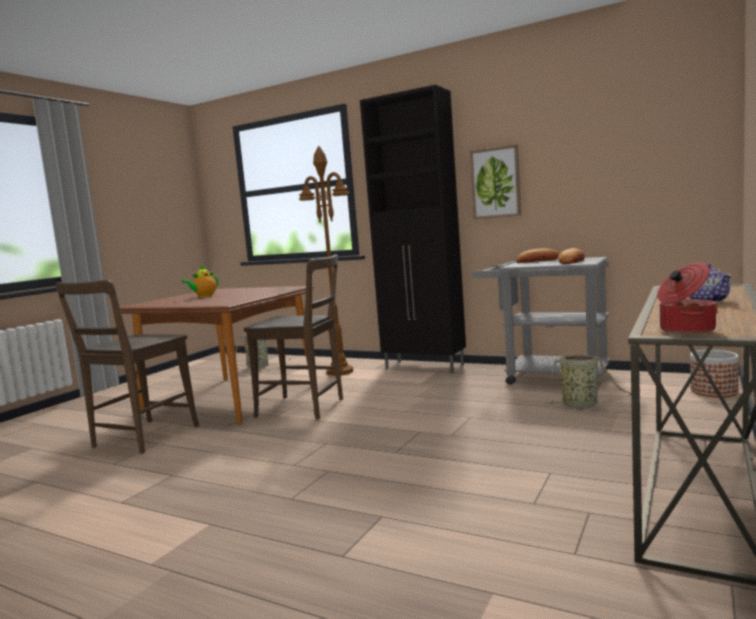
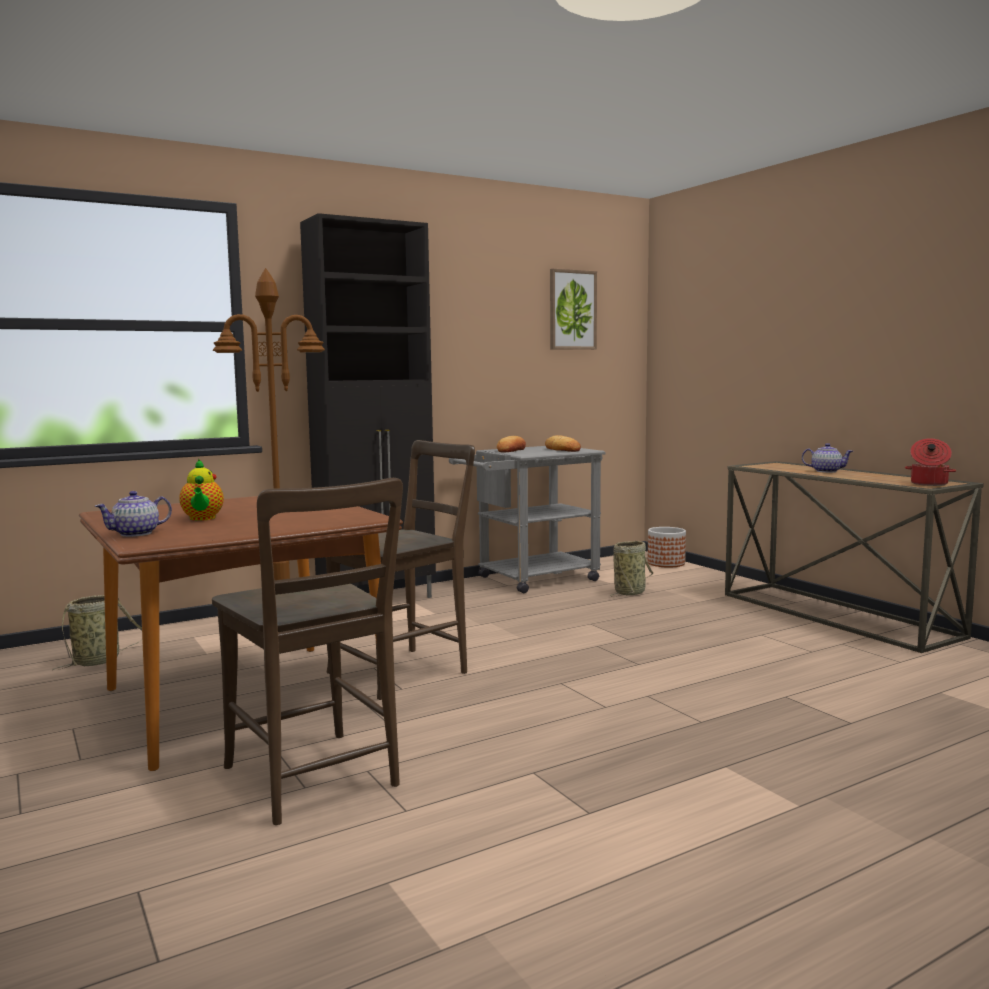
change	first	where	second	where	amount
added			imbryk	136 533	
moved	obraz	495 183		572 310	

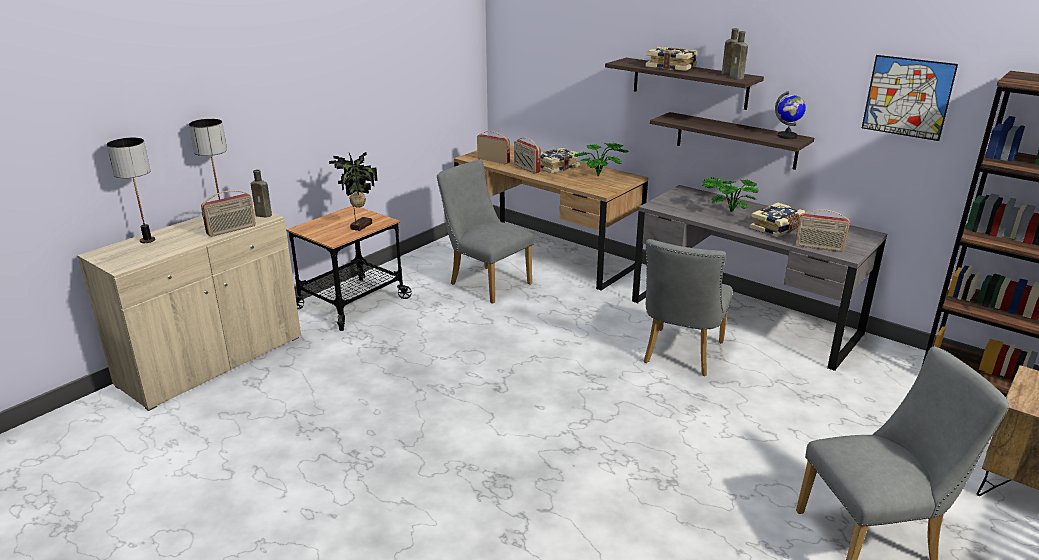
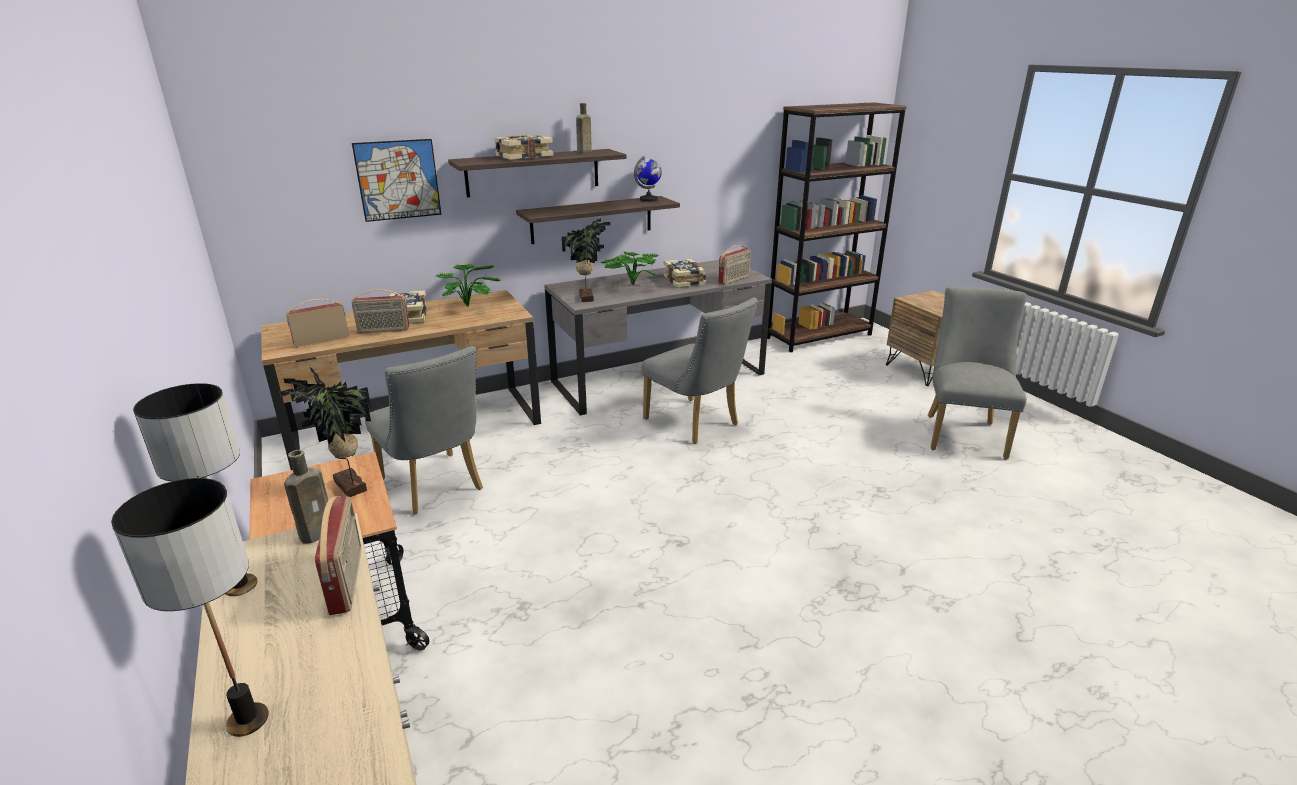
change	first	where	second	where	amount
removed	butelka/brązowy	737 78			
added			roślina doniczkowa	588 297	
moved	obraz	907 97		398 180	
turned	krzesło/szary	485 282		435 487	105 degrees counterclockwise

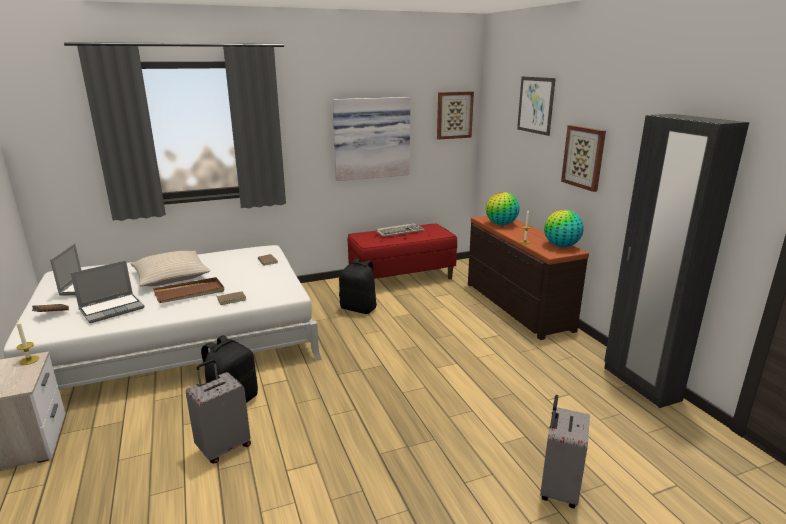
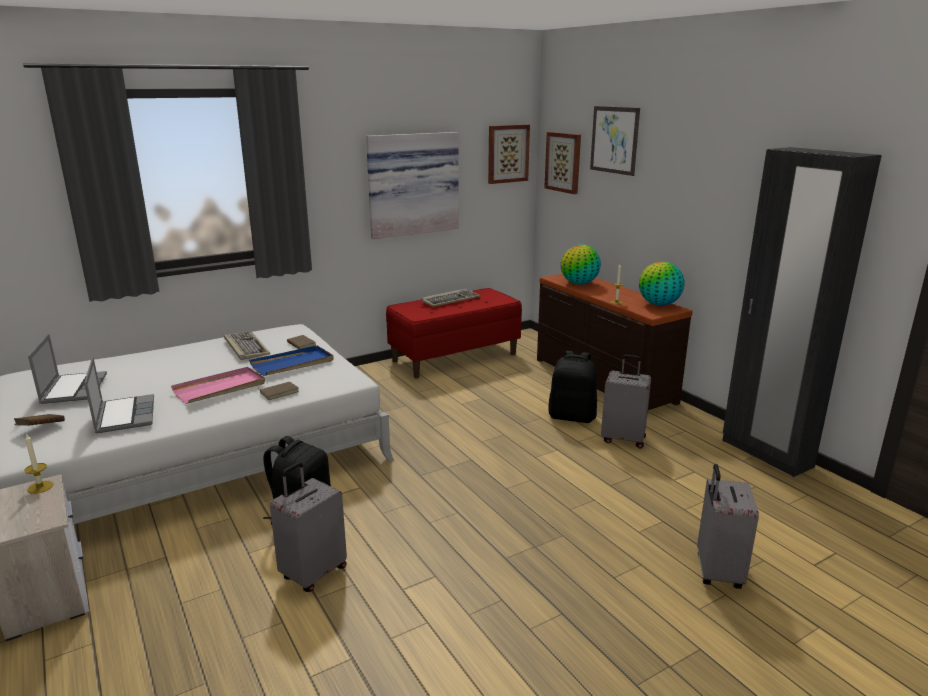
change	first	where	second	where	amount
removed	poduszka/beżowy	171 277			
added			klawiatura	245 347	
added			taca/niebieski	293 364	
added			walizka/szary	623 439	
moved	plecak/czarny	359 308		572 416	
moved	obraz	584 157		563 162	
recoloured	taca/brązowy	190 293	taca/różowy	220 388	
turned	laptop	112 309		124 415	60 degrees counterclockwise

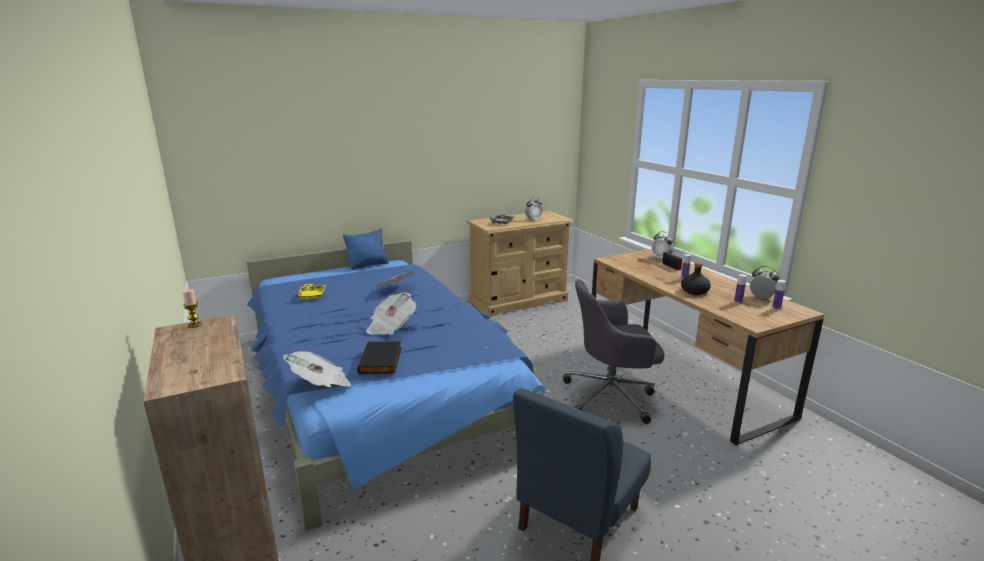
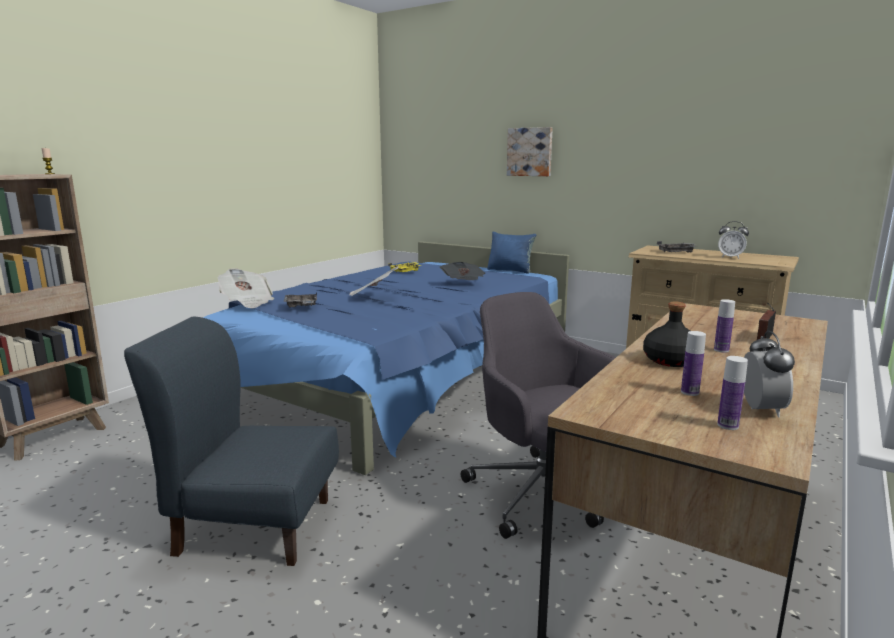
change	first	where	second	where	amount
removed	budzik	661 258			
added			obraz	530 152	
replaced	książka/czarny	382 360	taca/szary	301 306	

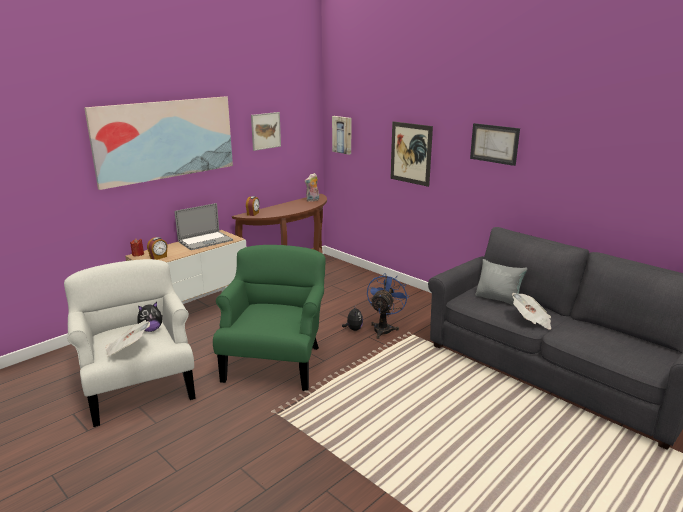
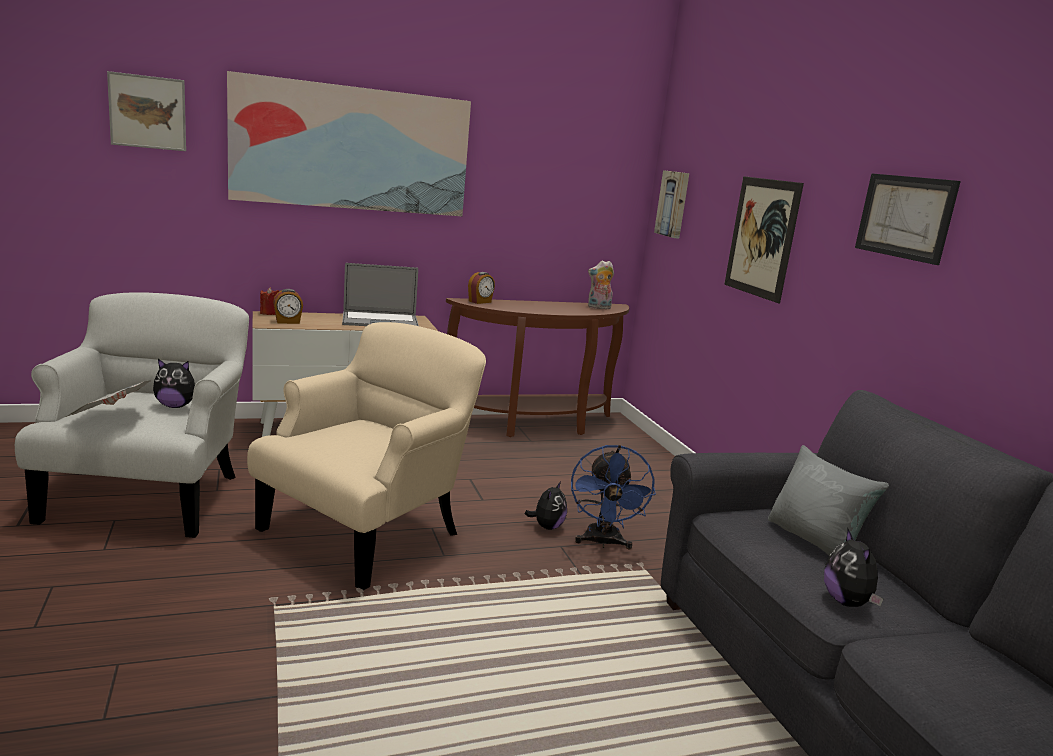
change	first	where	second	where	amount
moved	obraz	265 131		148 112	
replaced	gazeta	531 321	pluszak	847 602	
recoloured	fotel/zielony	275 362	fotel/beżowy	367 531	
turned	wentylator/niebieski	384 328		603 543	135 degrees clockwise

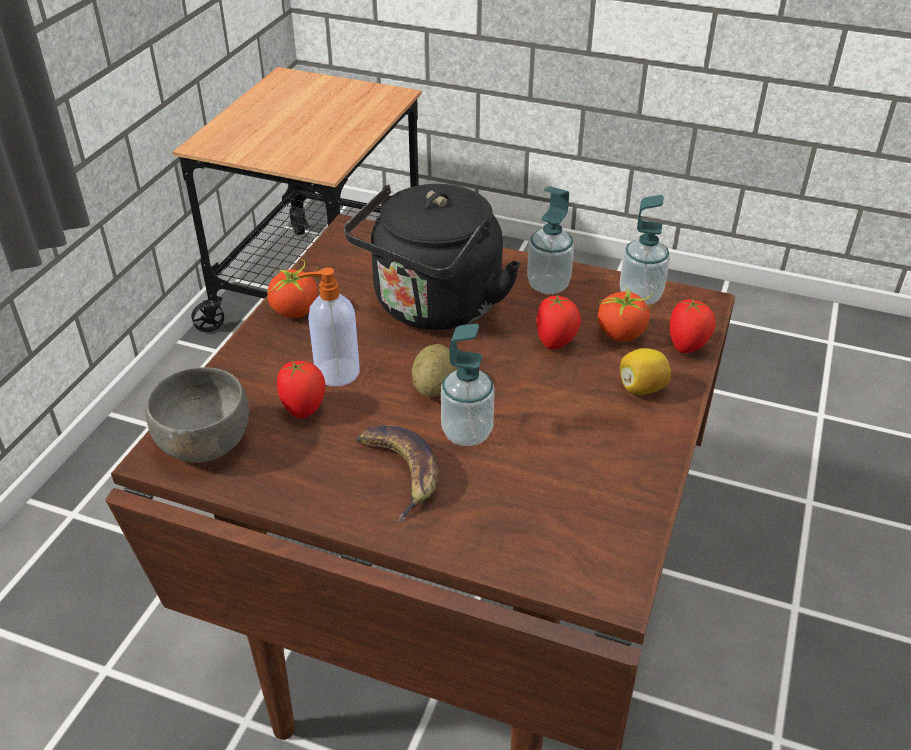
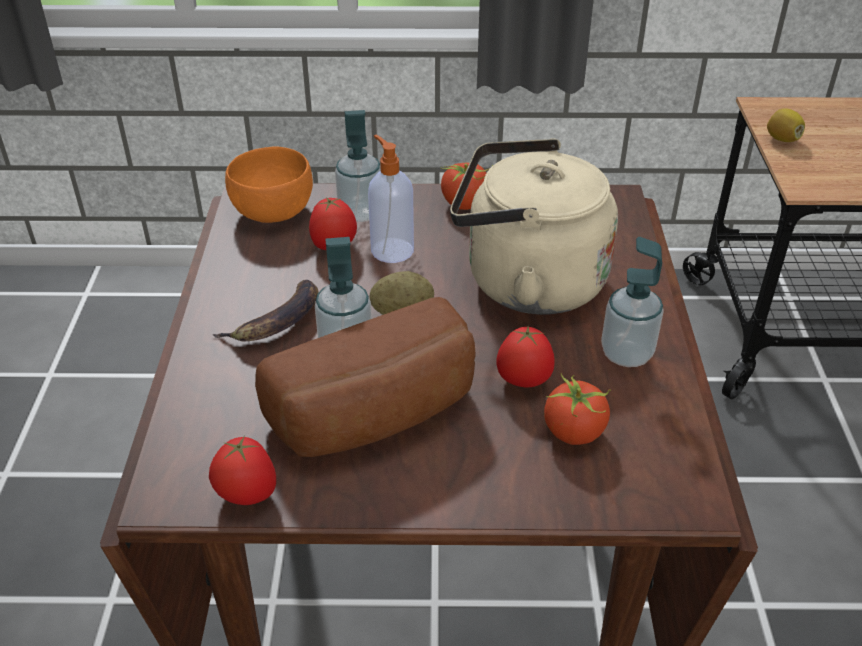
change	first	where	second	where	amount
added			chleb	379 417	
moved	dozownik mydła	640 296		360 213	
moved	cytryna	642 388		782 139	
moved	pomidor	687 346		247 496	
recoloured	miska/szary	204 443	miska/pomarańczowy	272 211	
recoloured	czajnik/czarny	433 308	czajnik/beżowy	526 282	

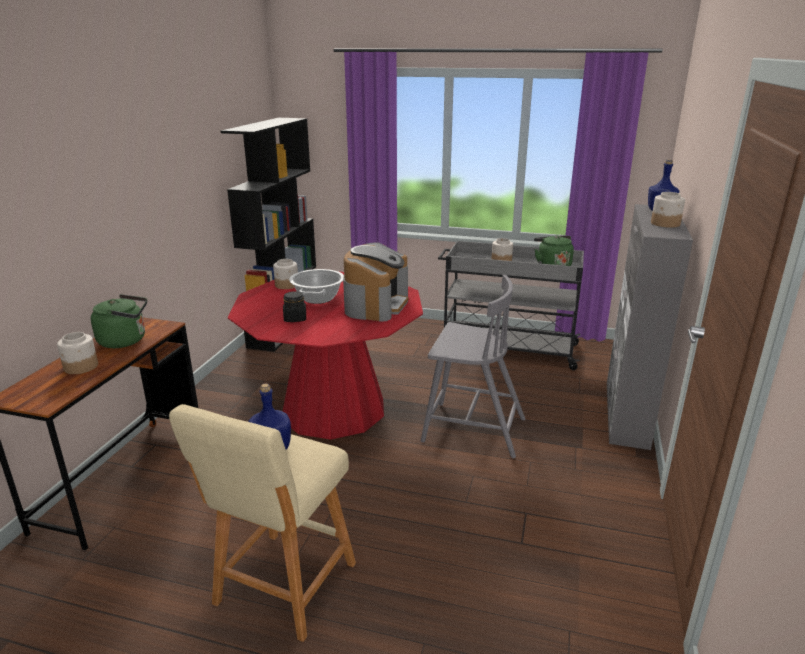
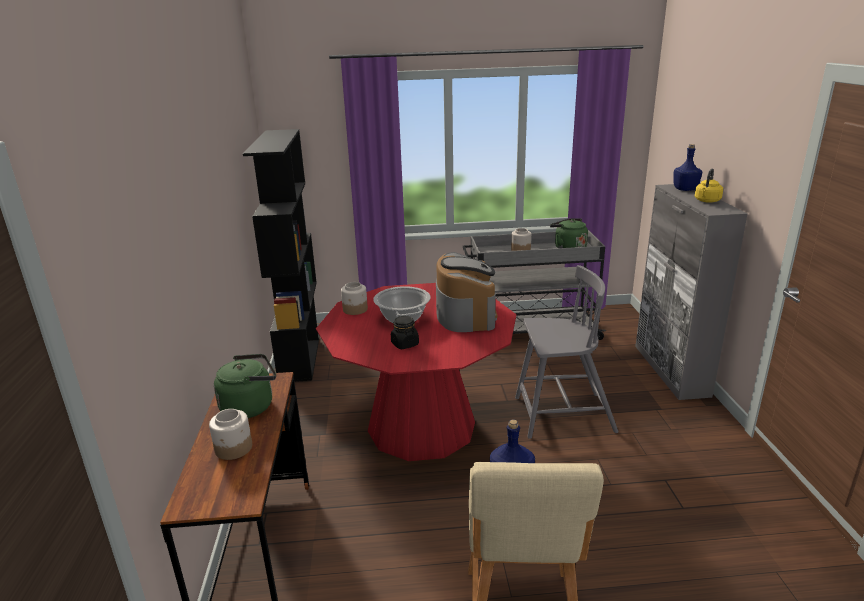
change	first	where	second	where	amount
replaced	słoik	665 224	czajnik/żółty	707 201	

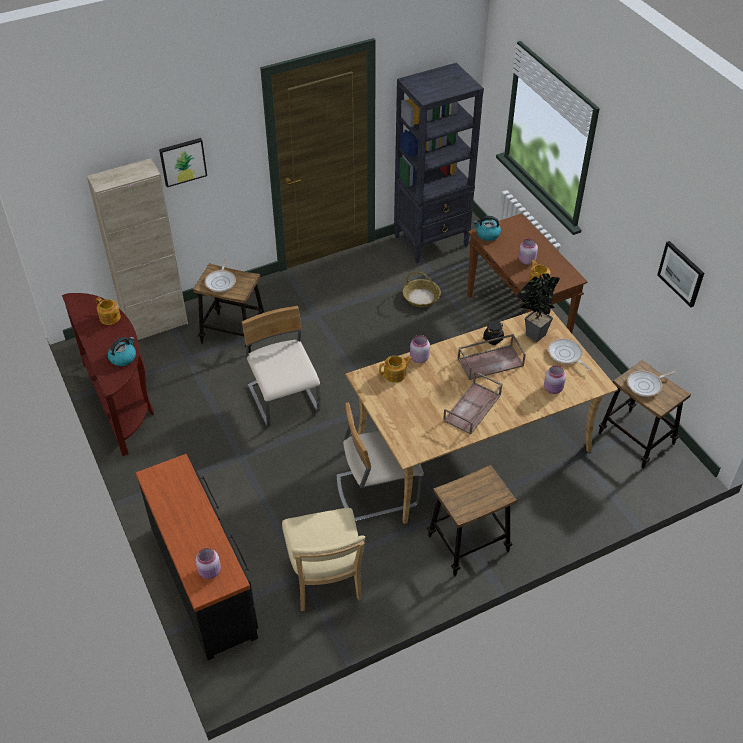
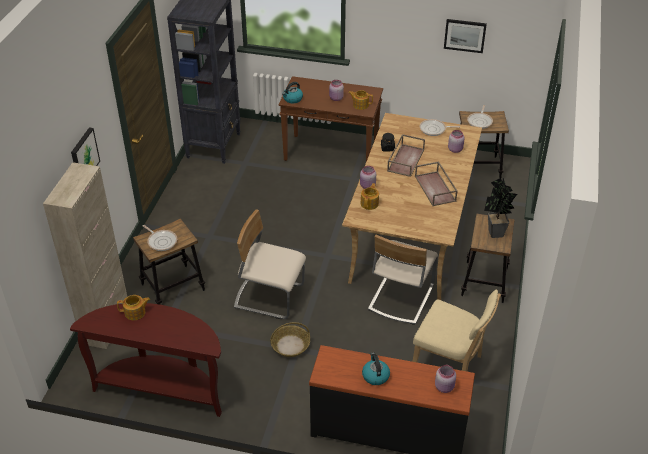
change	first	where	second	where	amount
moved	czajnik	123 358		375 376	
moved	koszyk	421 297		290 345	
moved	roślina doniczkowa	532 335		495 235	

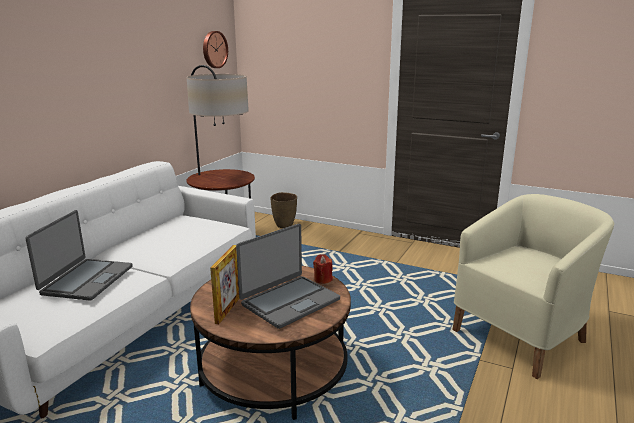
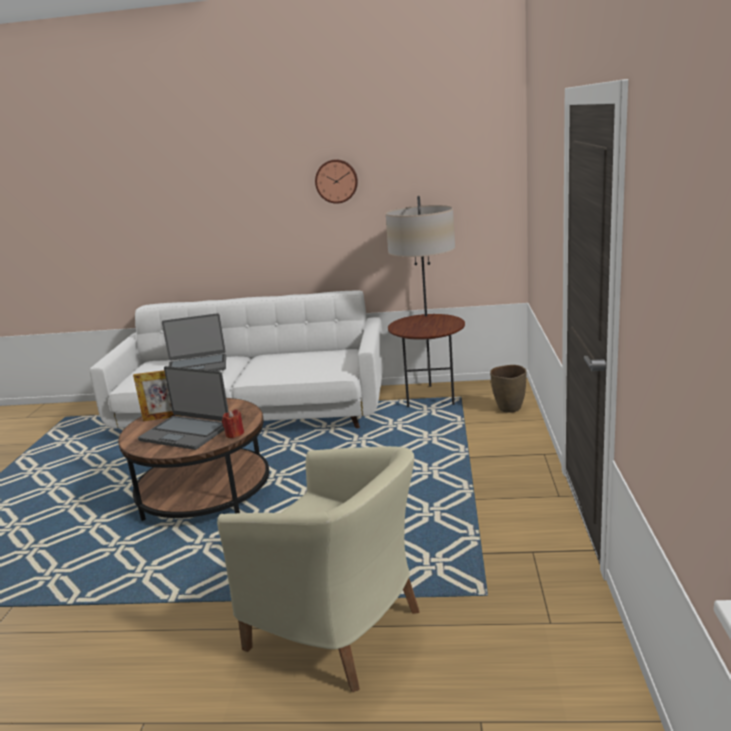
change	first	where	second	where	amount
moved	zegar ścienny	214 49		336 181	

